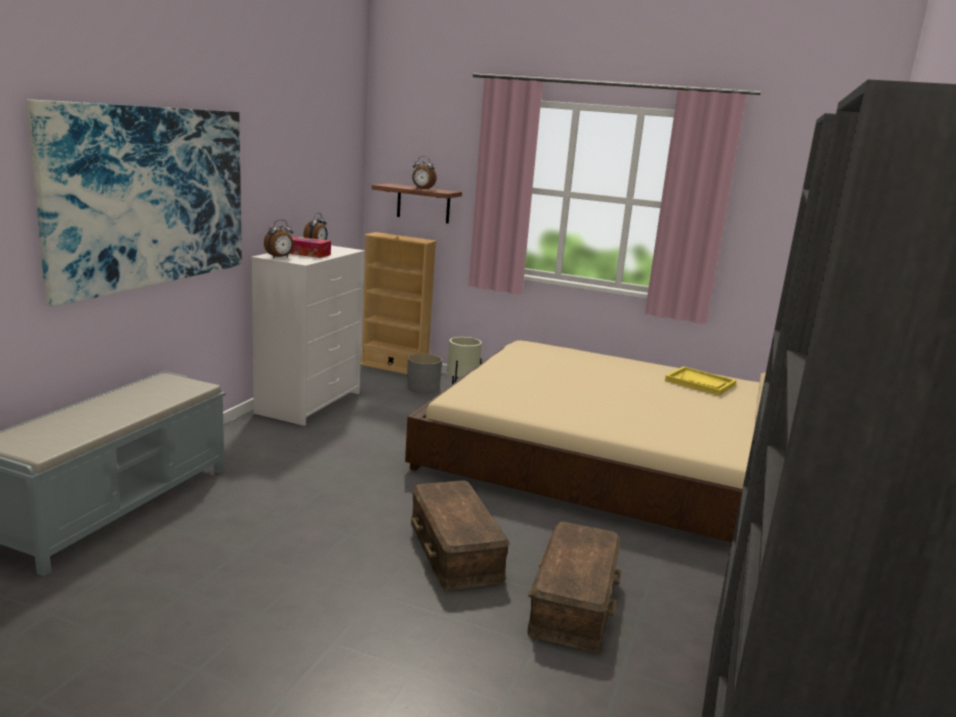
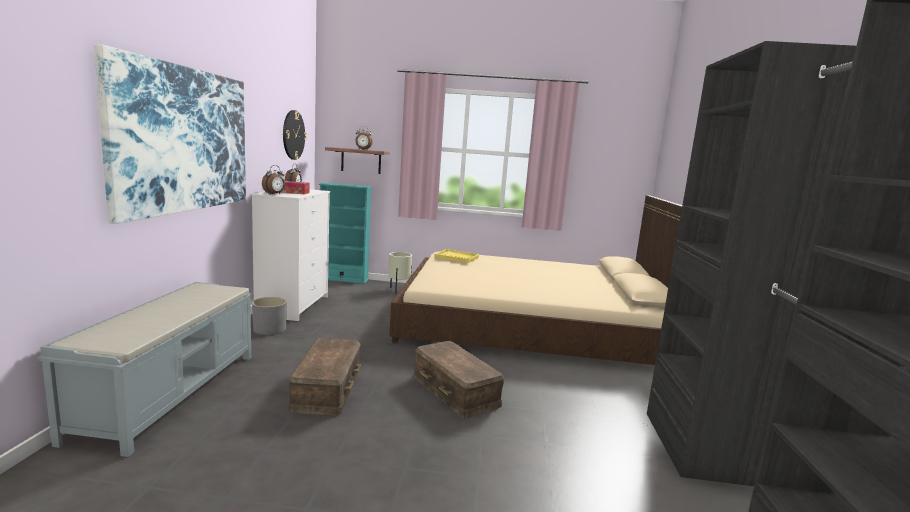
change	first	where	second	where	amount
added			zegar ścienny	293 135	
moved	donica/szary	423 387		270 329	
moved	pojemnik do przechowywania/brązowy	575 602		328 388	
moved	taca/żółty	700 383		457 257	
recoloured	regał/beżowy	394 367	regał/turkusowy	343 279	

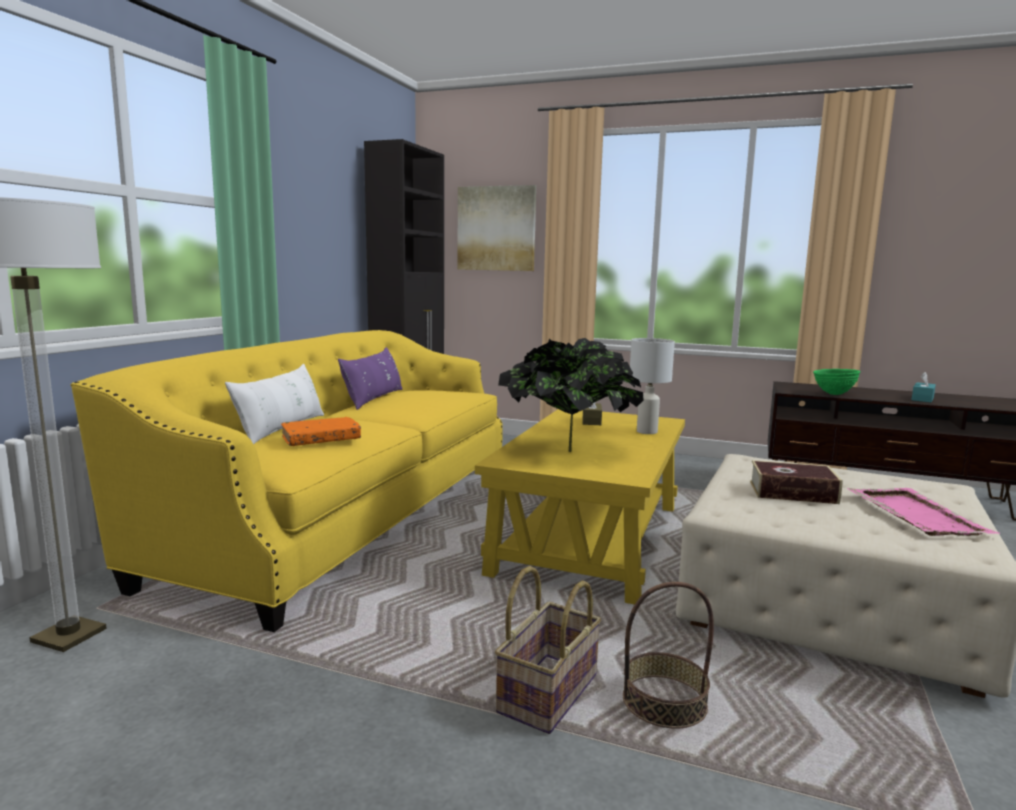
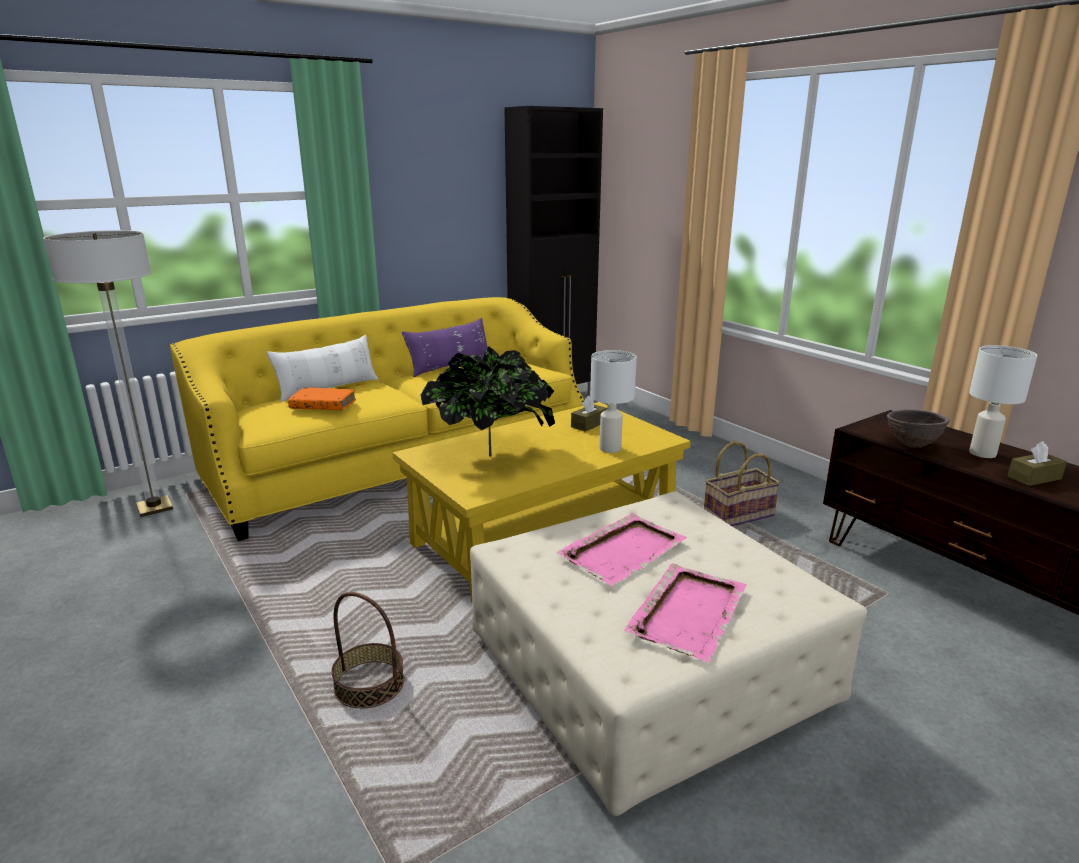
change	first	where	second	where	amount
removed	obraz	496 228			
added			lampa stołowa/biały	983 453	
moved	koszyk	546 692		738 514	
replaced	książka	792 492	taca/różowy	623 551	
recoloured	miska/zielony	833 394	miska/brązowy	912 445	
recoloured	pudełko chusteczek/turkusowy	922 399	pudełko chusteczek/brązowy	1034 478	

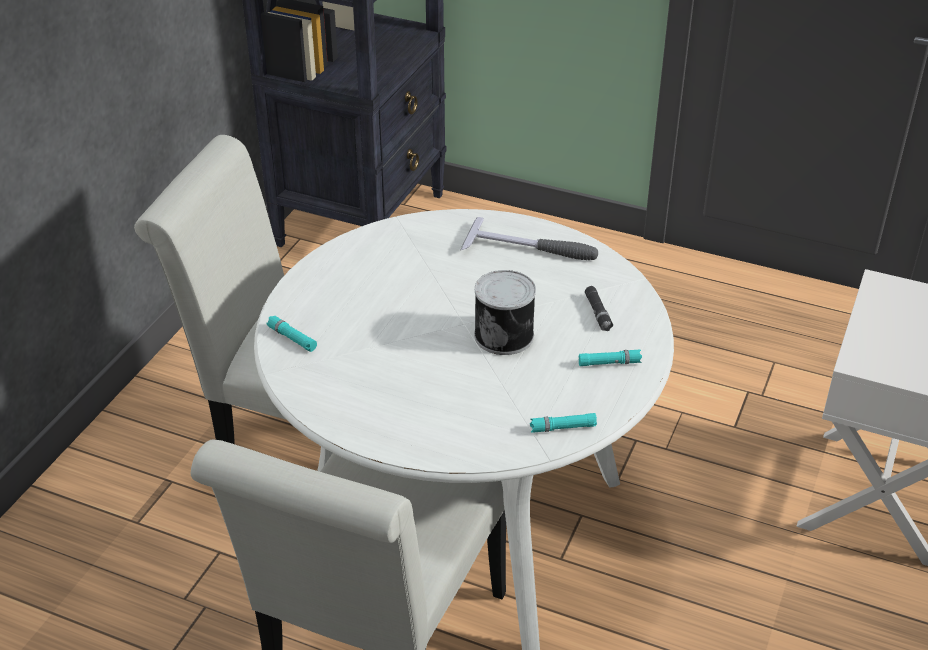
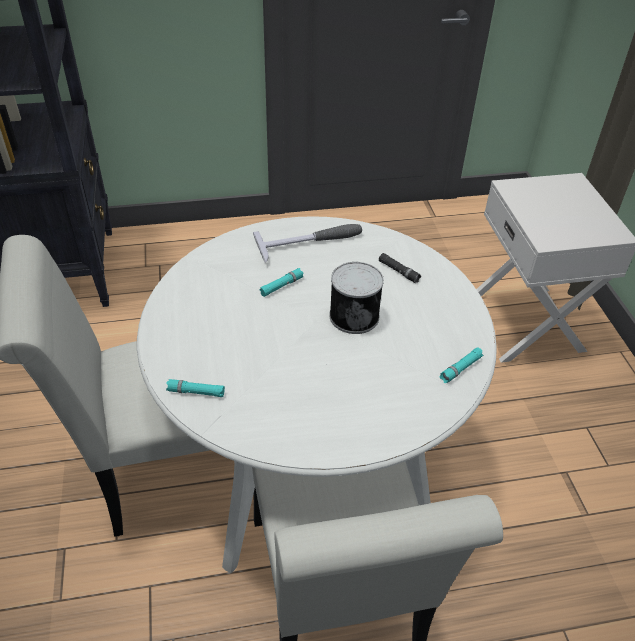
change	first	where	second	where	amount
moved	latarka/turkusowy	609 363		281 286	

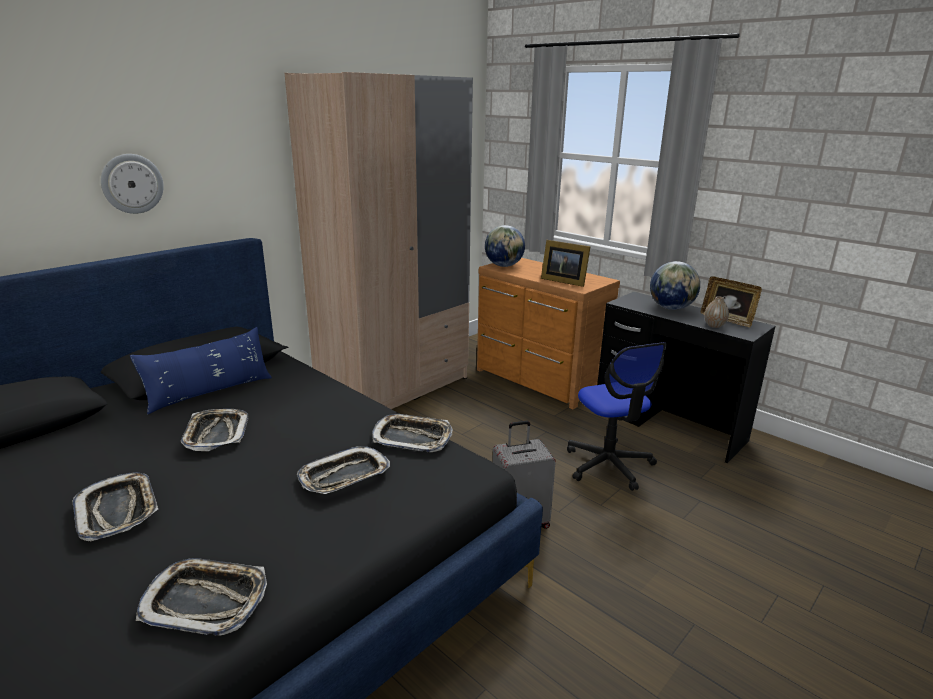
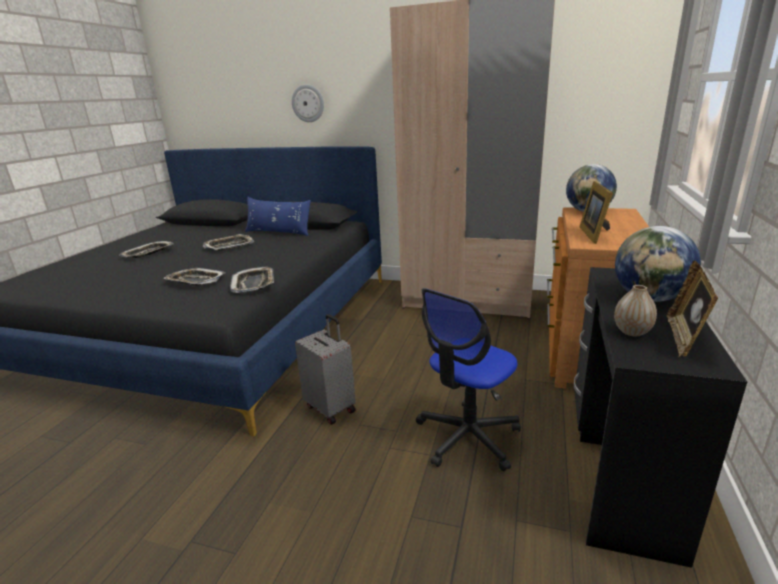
change	first	where	second	where	amount
removed	taca	206 601			

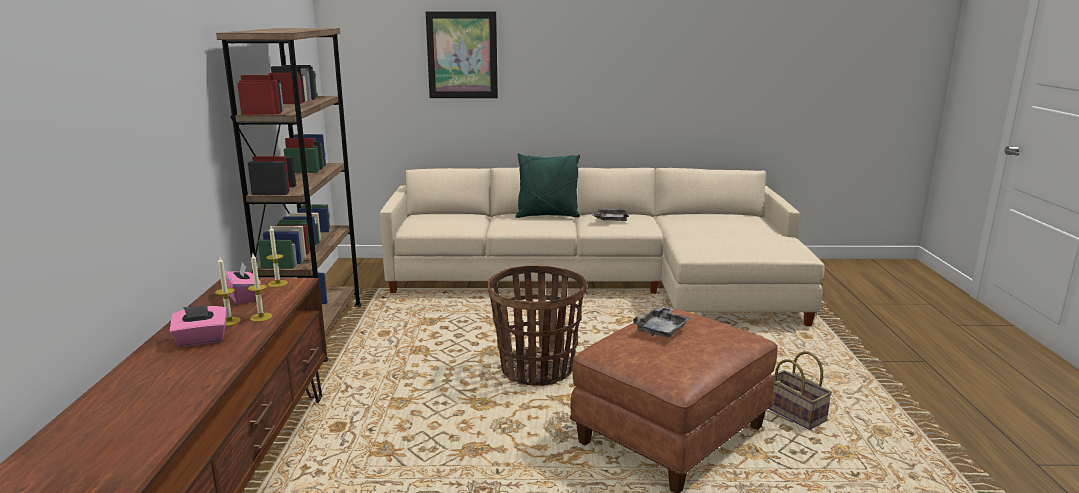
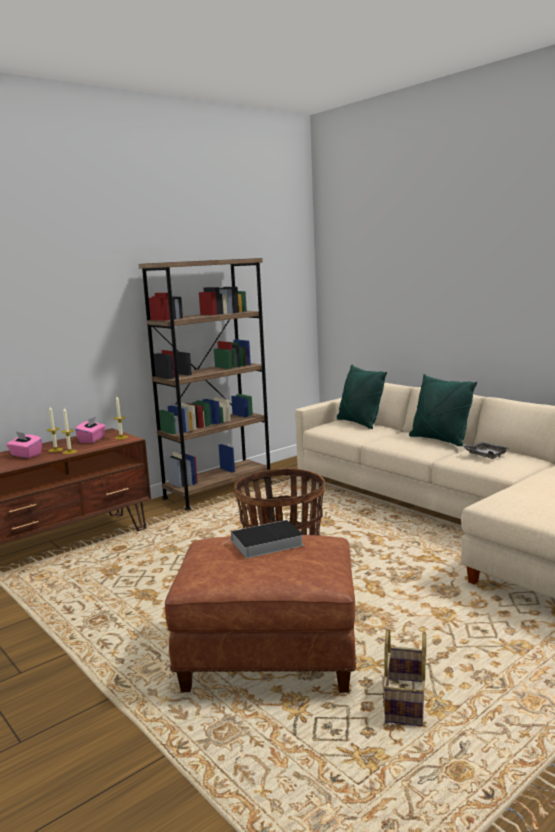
change	first	where	second	where	amount
removed	obraz	462 55			
added			poduszka/zielony	359 423	
replaced	taca/szary	662 329	książka	265 544	

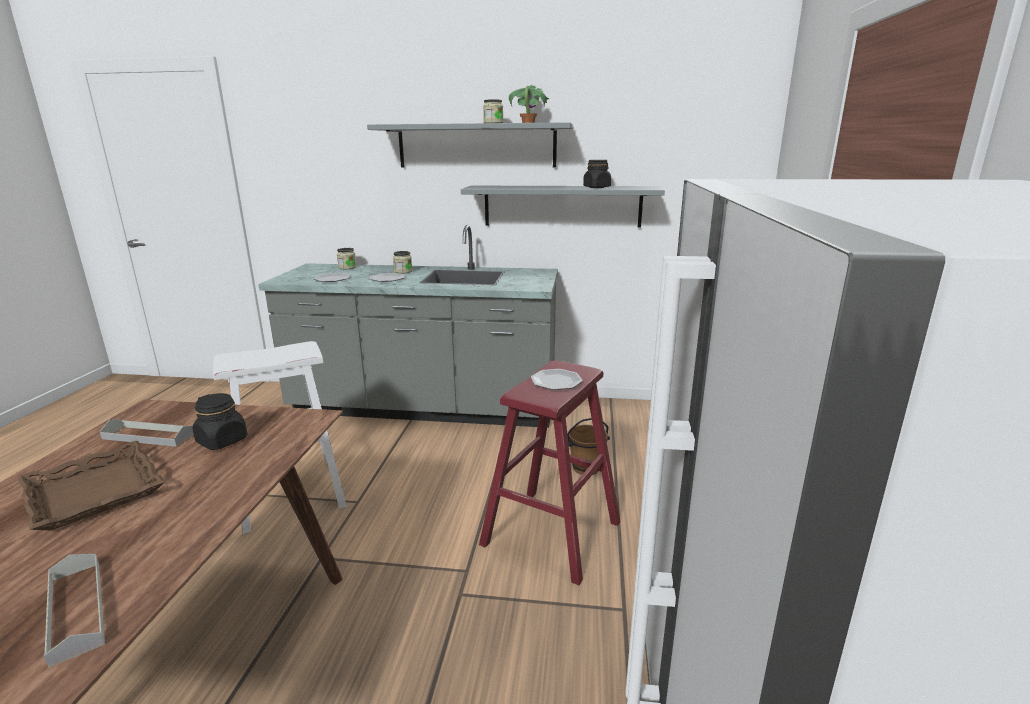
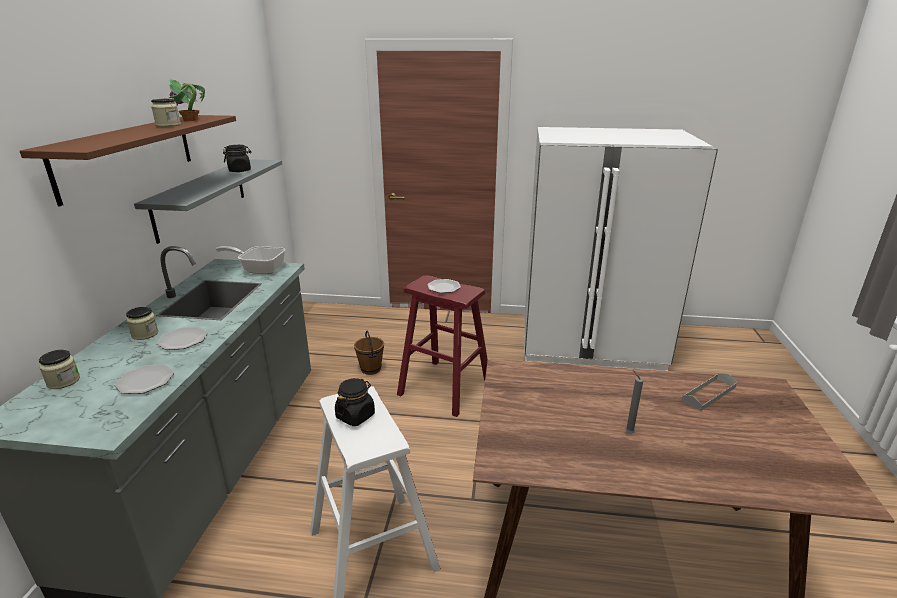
change	first	where	second	where	amount
removed	taca/szary	149 436			
added			patelnia	259 269	
moved	słoik/czarny	222 441		355 416	
replaced	taca/brązowy	96 492	świeca/szary	628 432	
recoloured	półka/szary	476 146	półka/brązowy	128 155	

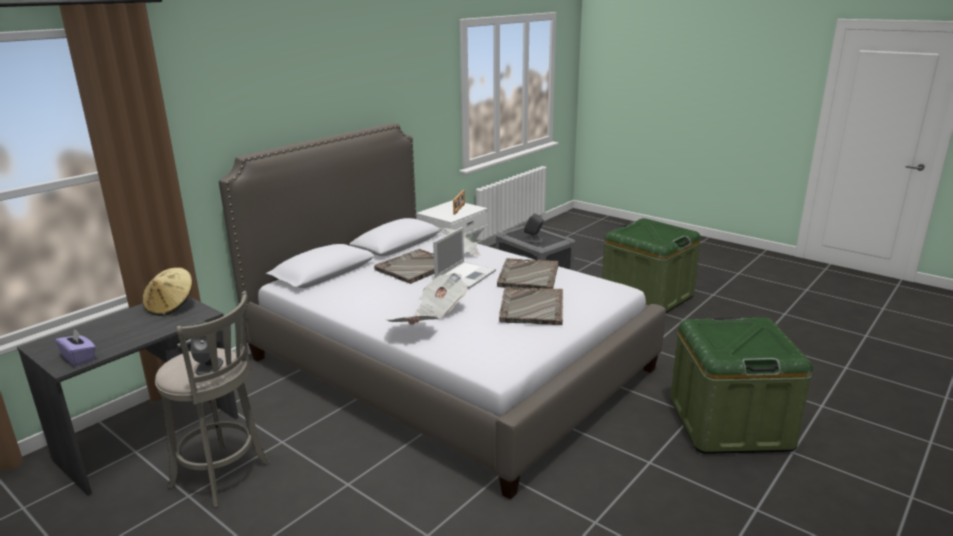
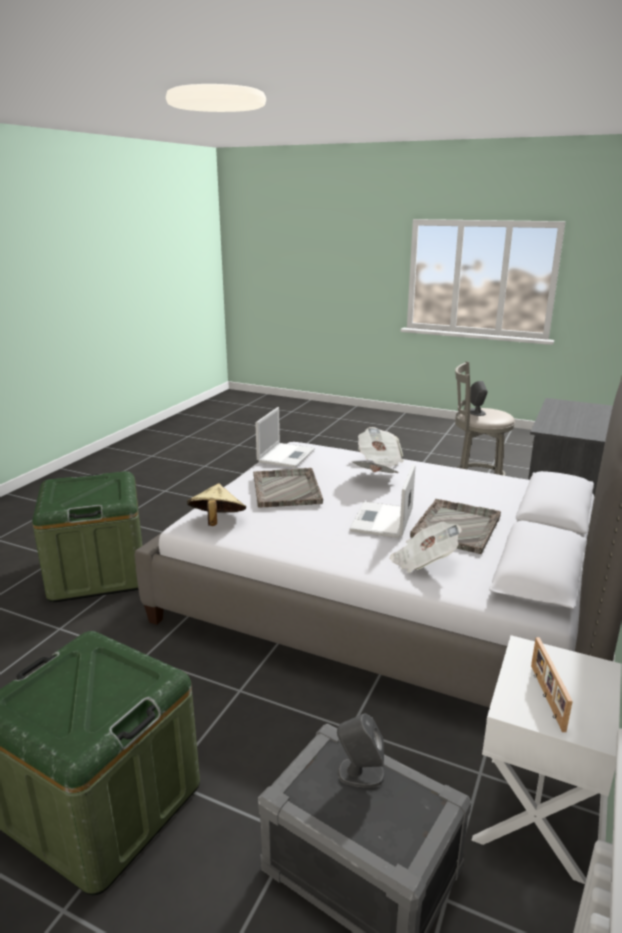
change	first	where	second	where	amount
removed	pudełko chusteczek/fioletowy	79 358			
removed	taca/szary	528 276			
added			laptop	286 455	
moved	kapelusz/beżowy	171 306		217 522	

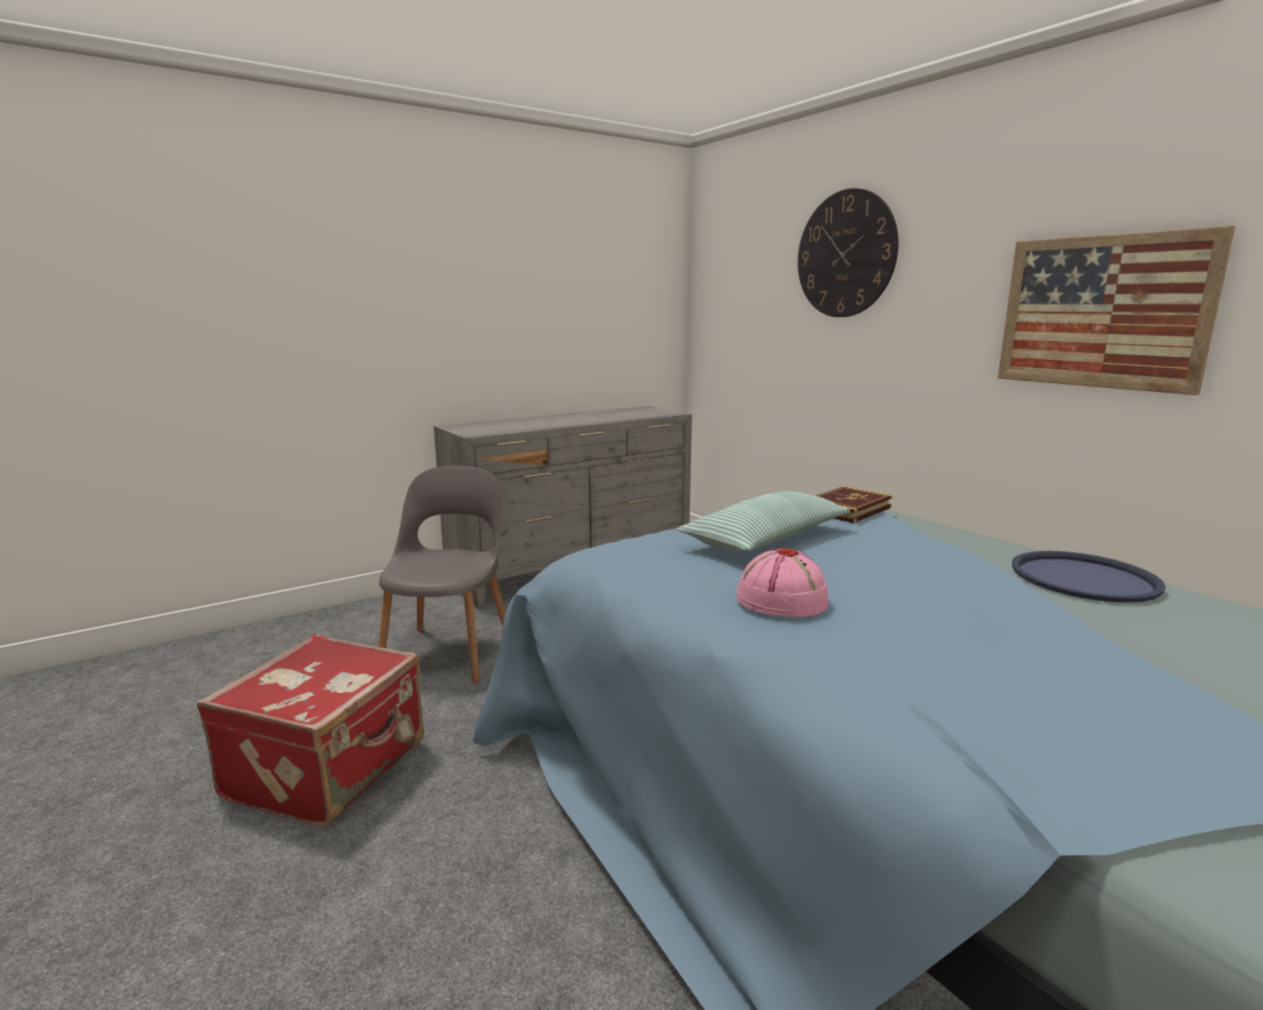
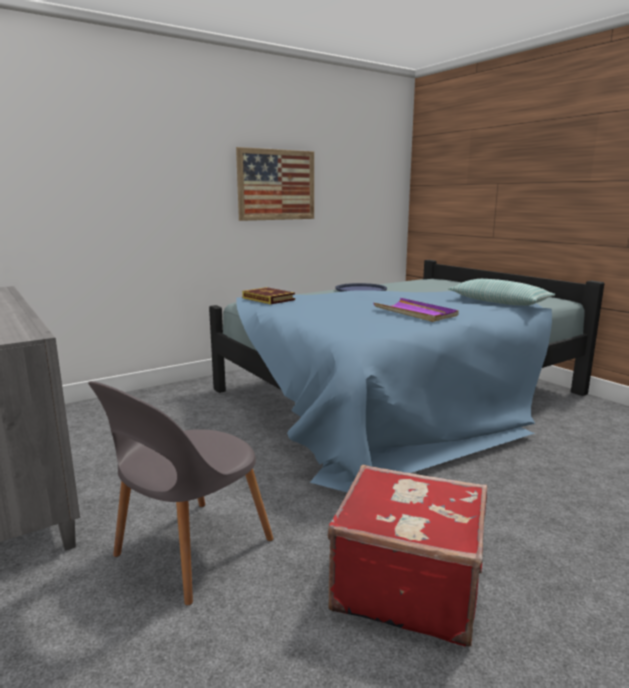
change	first	where	second	where	amount
removed	zegar ścienny	846 254			
moved	poduszka	765 539		499 302	
replaced	kapelusz/różowy	781 600	taca/fioletowy	415 313	
turned	krzesło/szary	449 651		189 551	60 degrees counterclockwise

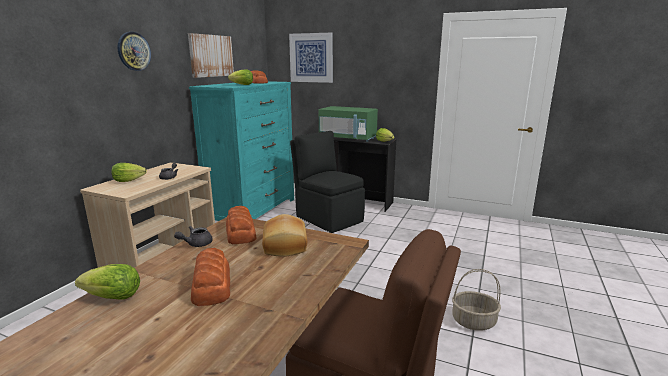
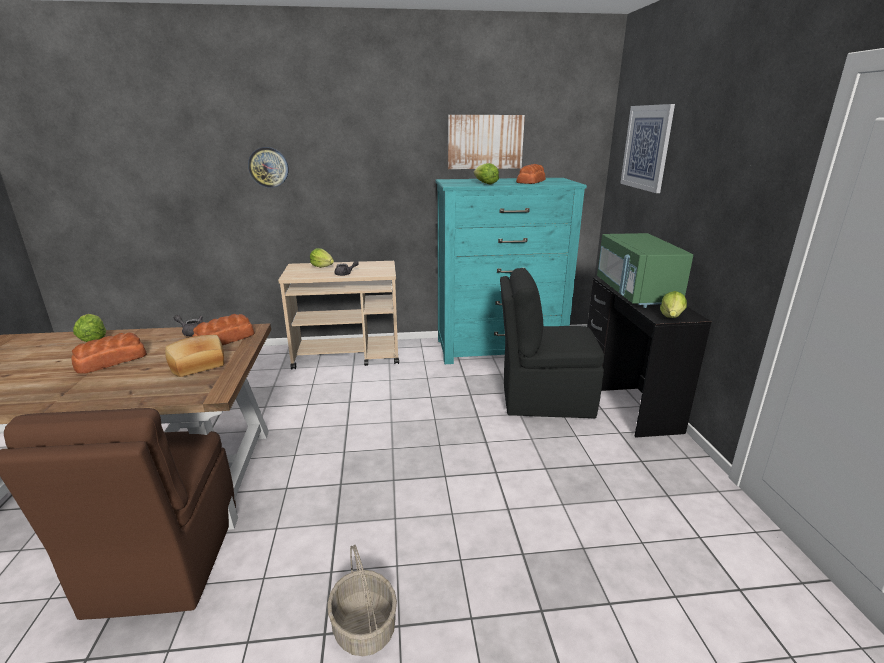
change	first	where	second	where	amount
moved	zegar ścienny	133 51		268 167	
turned	krzesło/czarny	328 218		544 399	105 degrees counterclockwise

